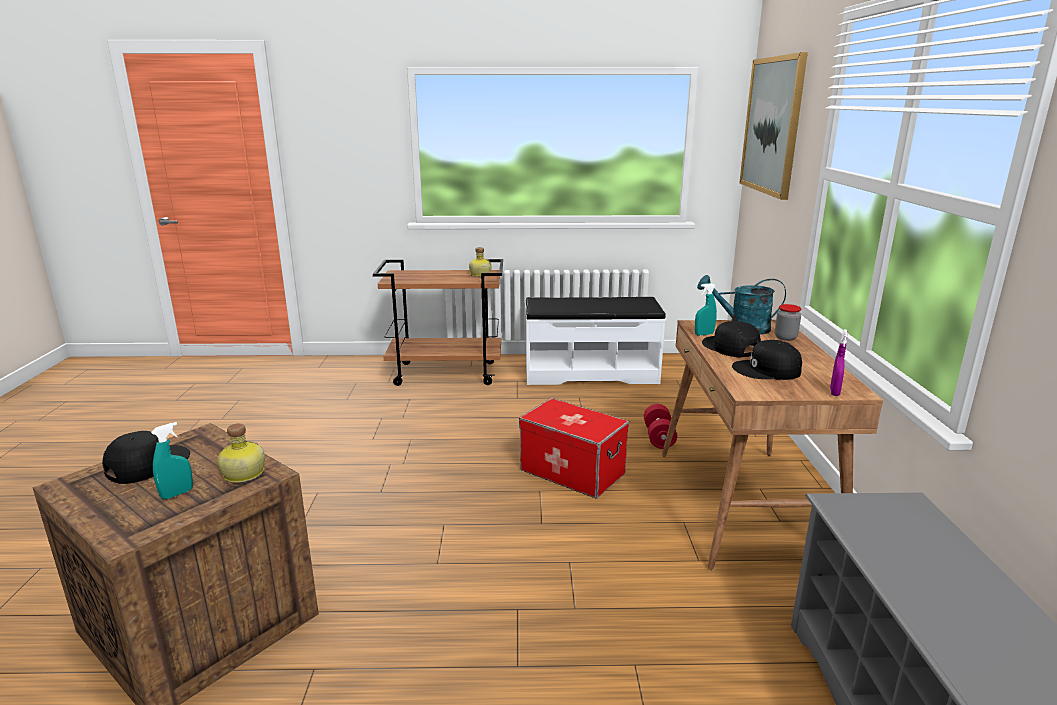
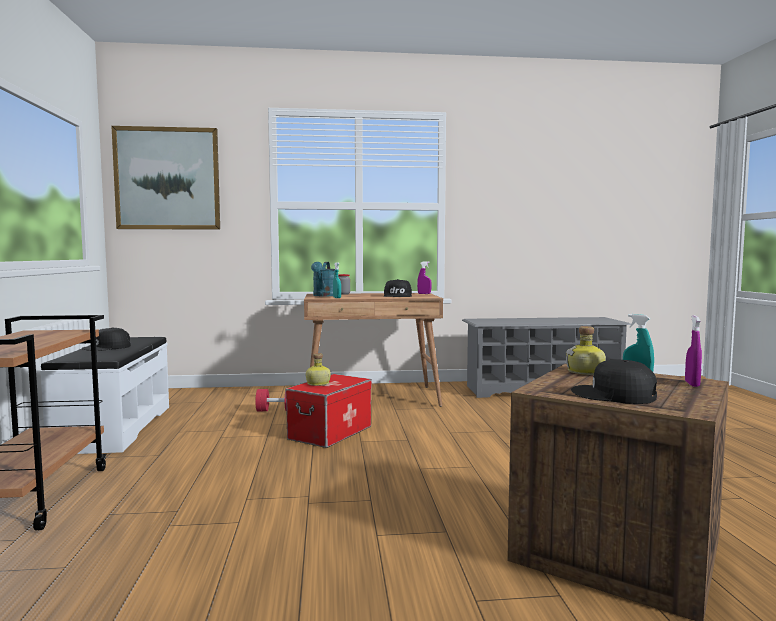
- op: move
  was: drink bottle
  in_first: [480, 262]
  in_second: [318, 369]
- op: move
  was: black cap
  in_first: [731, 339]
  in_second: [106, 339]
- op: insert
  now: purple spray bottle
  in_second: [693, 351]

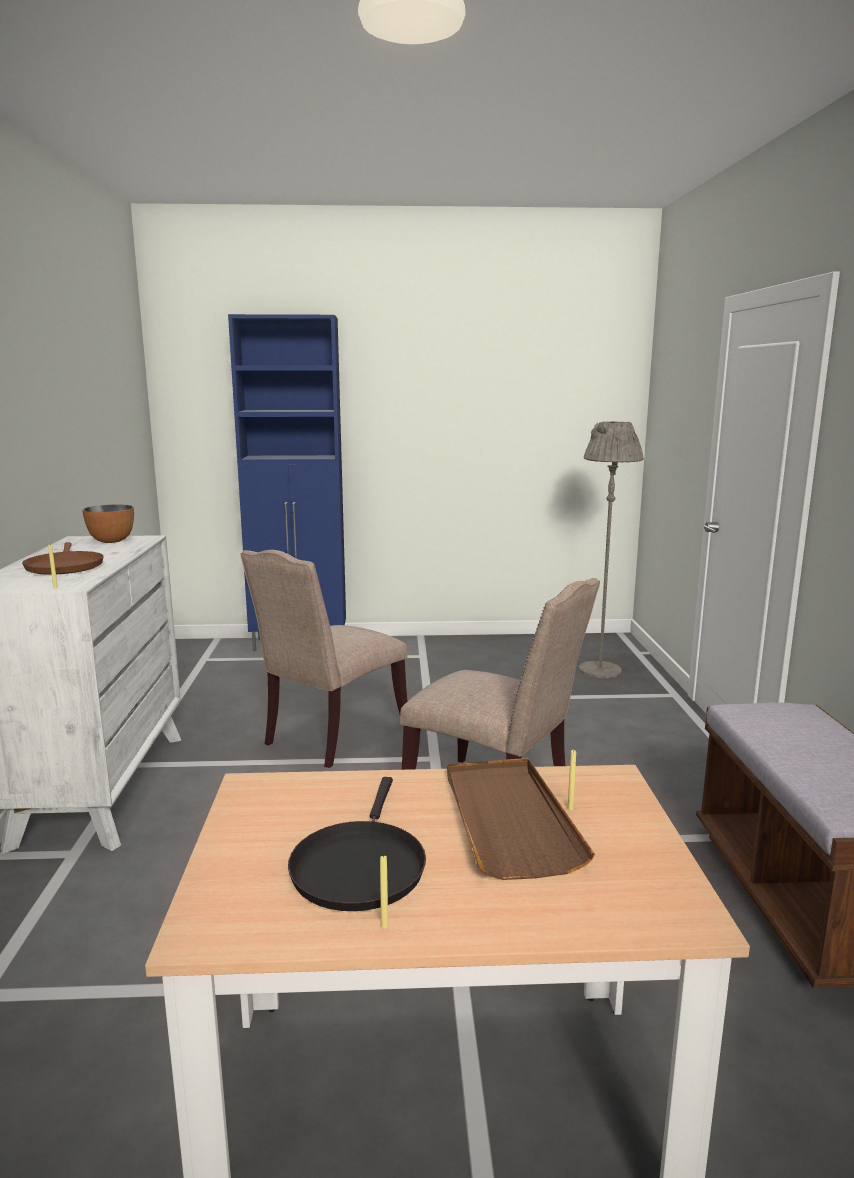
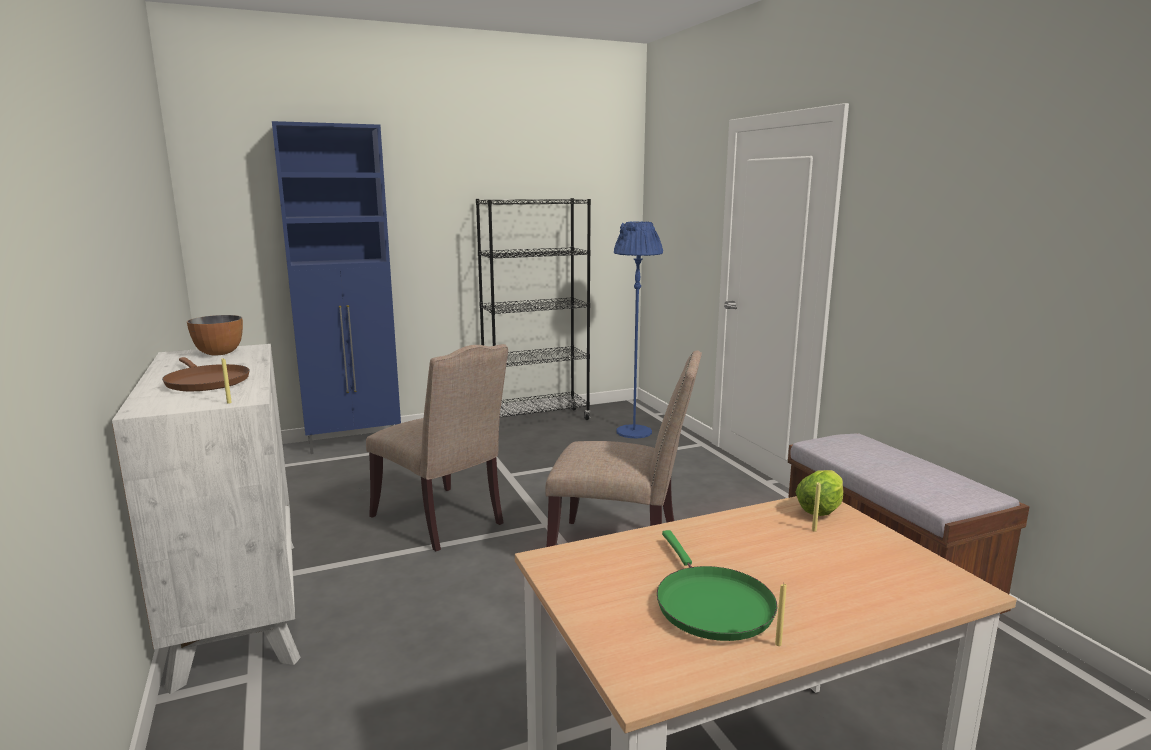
- op: recolor
  was: grey standard lamp
  now: bluish standard lamp
  in_first: [611, 549]
  in_second: [638, 329]
- op: rotate
  was: beige-coloured chair
  in_first: [324, 659]
  in_second: [437, 447]
  clockwise: -60
- op: delete
  was: brownish tray
  in_first: [521, 819]
- op: recolor
  was: black pan
  now: greenish pan
  in_first: [357, 844]
  in_second: [717, 585]
- op: insert
  now: black bookshelf
  in_second: [533, 309]
- op: insert
  now: lettuce head
  in_second: [819, 493]

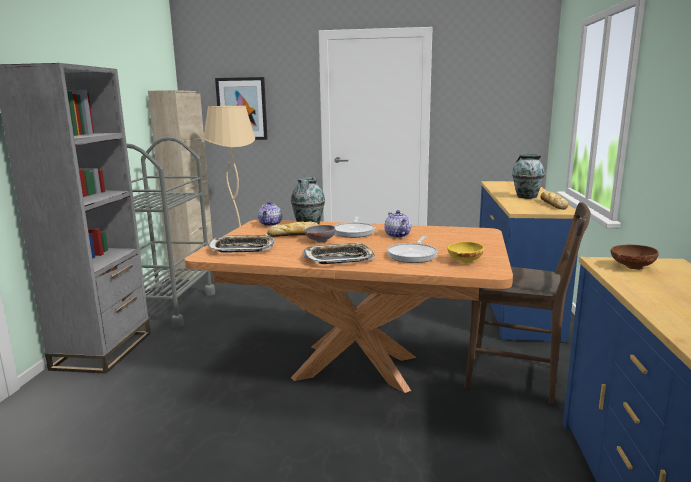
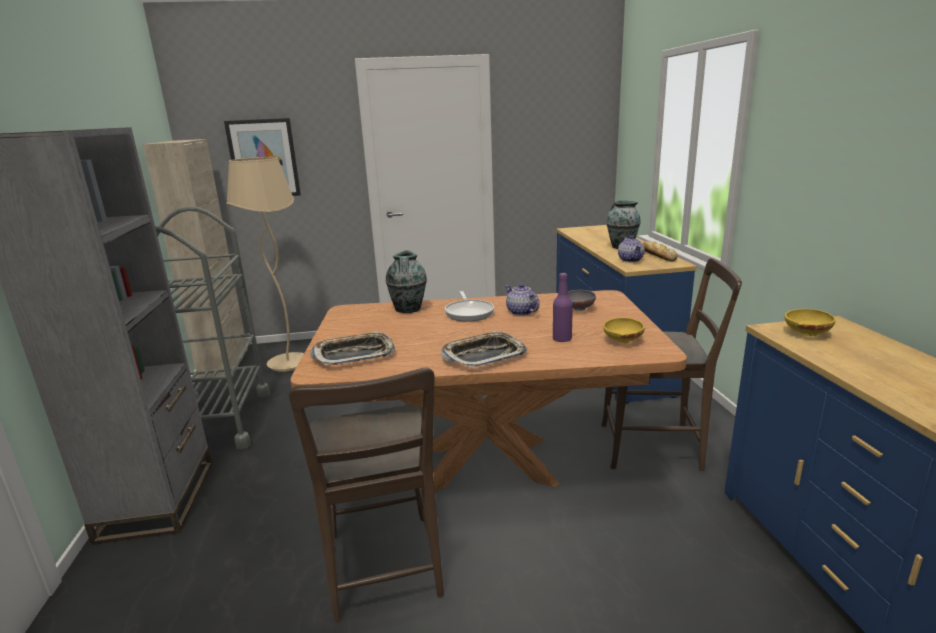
- op: move
  was: pot for tea
  in_first: [270, 213]
  in_second: [631, 249]
- op: delete
  was: bakery bread
  in_first: [293, 229]
- op: move
  was: grey deep dish
  in_first: [320, 234]
  in_second: [582, 300]
- op: replace
  was: pan
  now: purple drink bottle
  in_first: [412, 249]
  in_second: [563, 307]
- op: recolor
  was: brownish deep dish
  now: yellow-coloured deep dish
  in_first: [635, 257]
  in_second: [810, 322]
- op: insert
  now: brownish chair
  in_second: [366, 494]

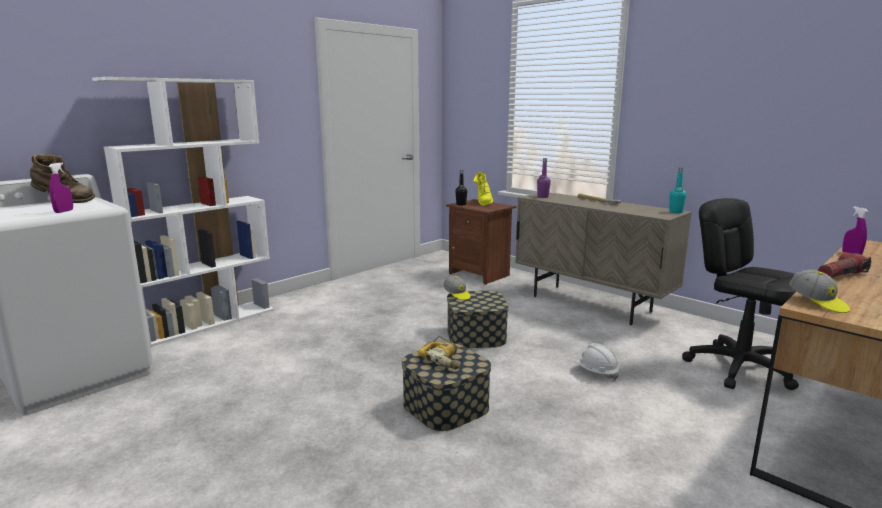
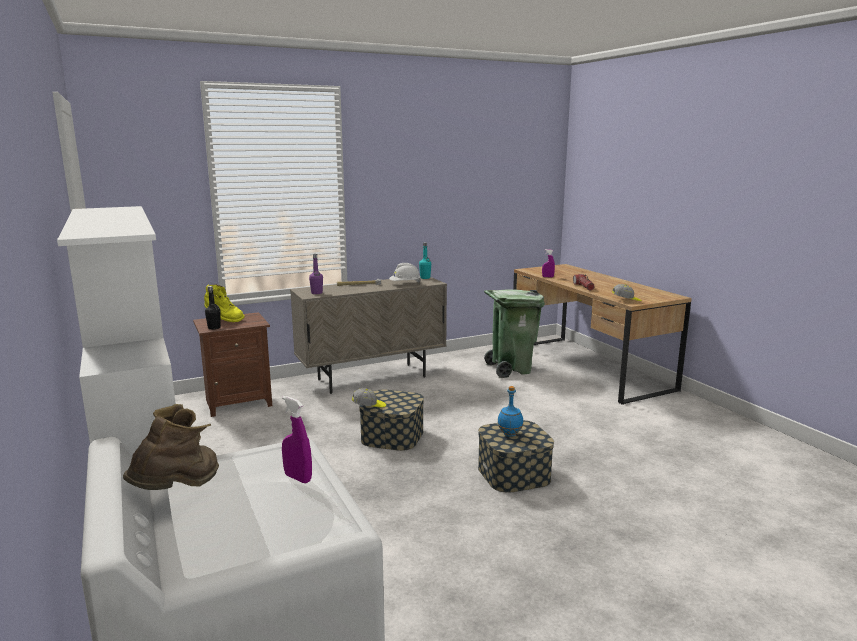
- op: replace
  was: black desk chair
  now: greenish rubbish bin
  in_first: [740, 294]
  in_second: [514, 333]
- op: replace
  was: drill
  now: bluish drink bottle
  in_first: [443, 352]
  in_second: [510, 411]
- op: move
  was: white work helmet
  in_first: [597, 361]
  in_second: [405, 273]

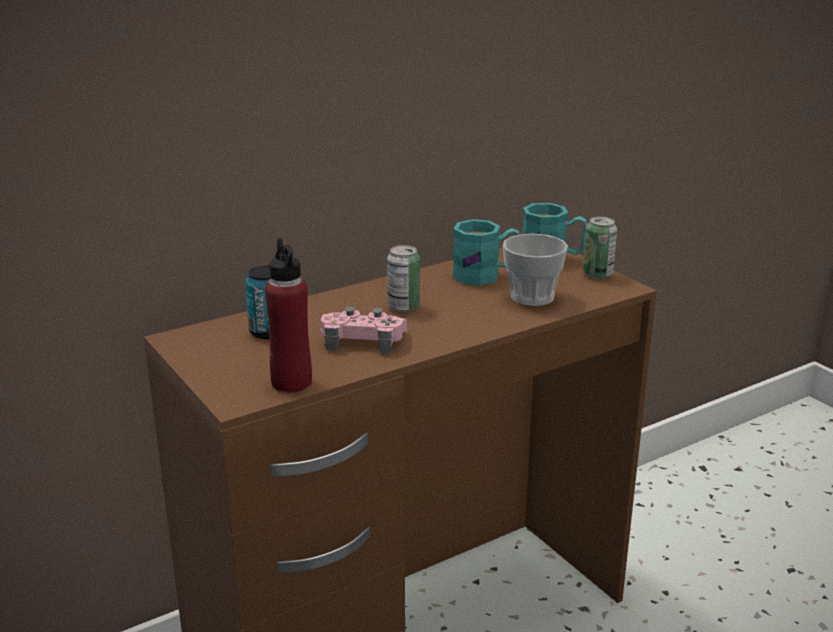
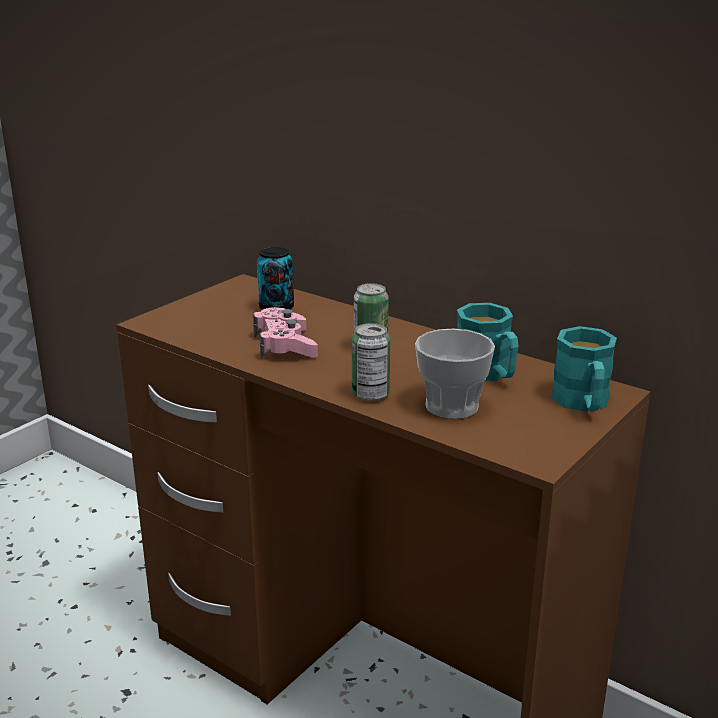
- op: move
  was: sealed can
  in_first: [600, 247]
  in_second: [371, 362]
- op: delete
  was: reddish drink bottle
  in_first: [288, 315]

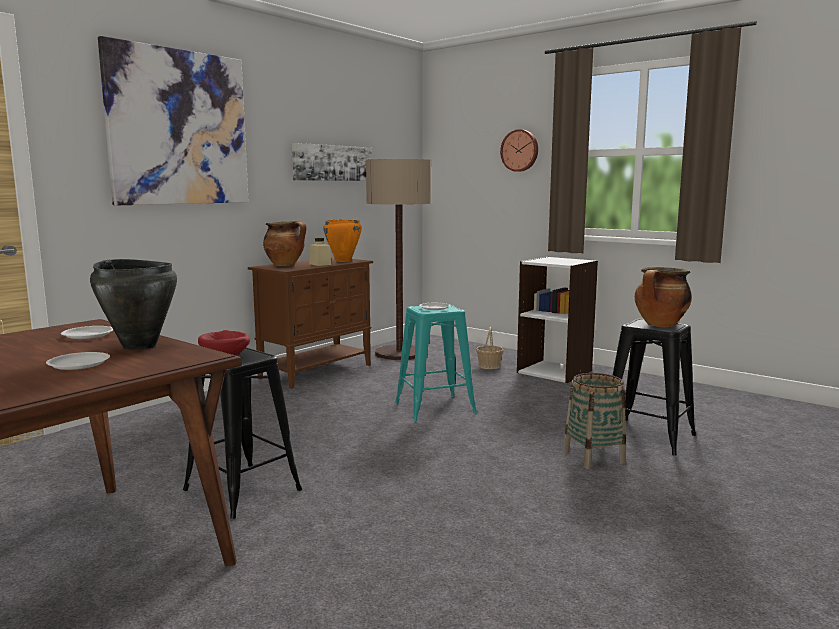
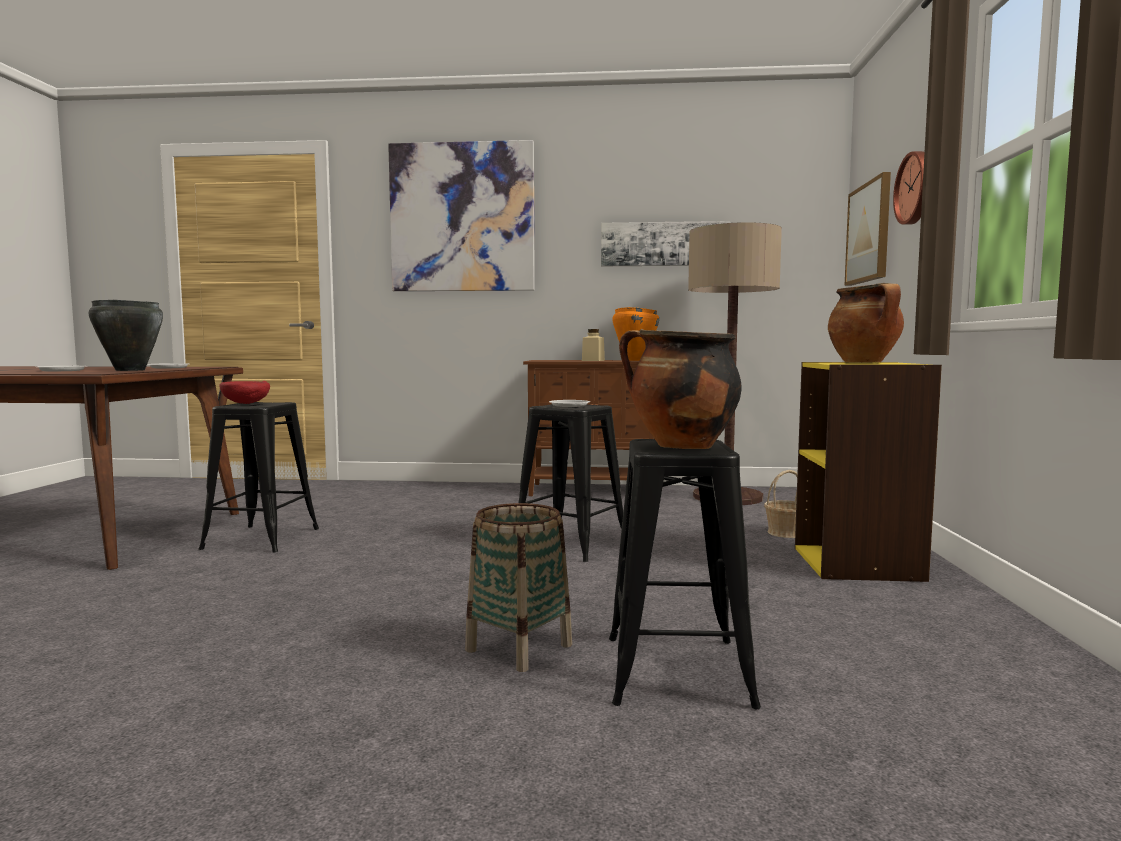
- op: move
  was: cooking pot
  in_first: [284, 243]
  in_second: [866, 323]
- op: recolor
  was: white bookshelf
  now: yellow-coloured bookshelf
  in_first: [557, 320]
  in_second: [868, 472]
- op: recolor
  was: blue-green stool seat
  now: black stool seat
  in_first: [436, 362]
  in_second: [571, 483]
- op: insert
  now: picture
  in_second: [867, 229]

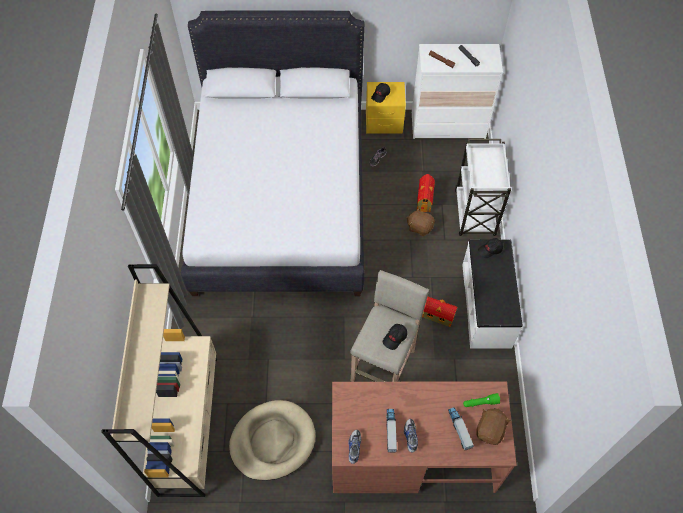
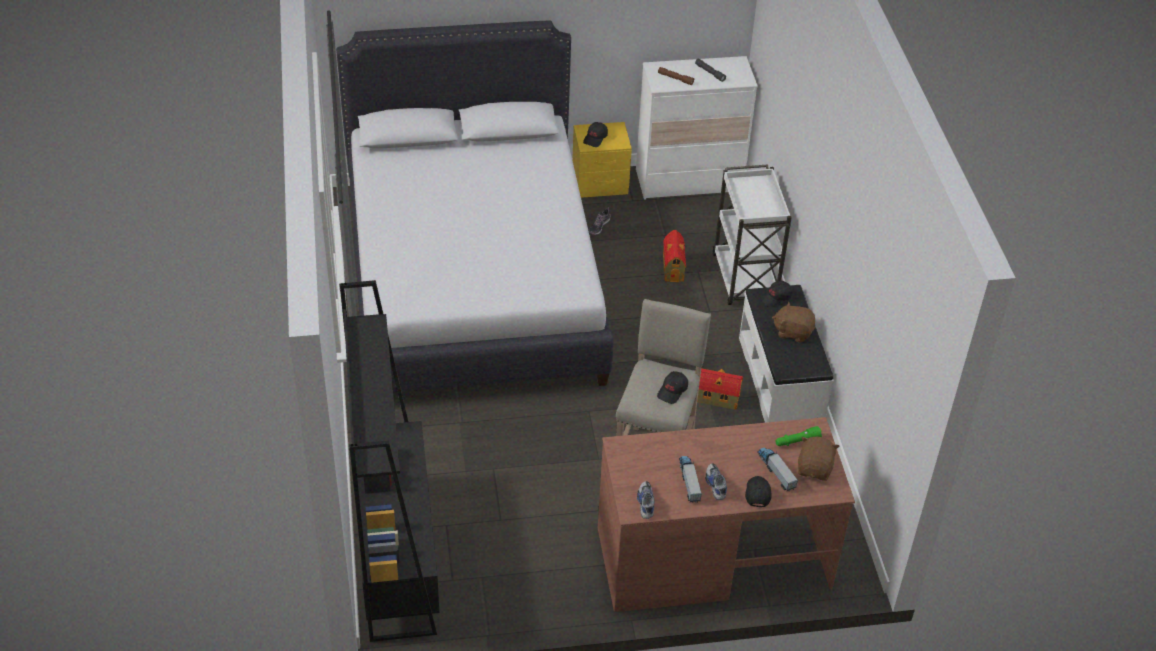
- op: move
  was: brownish plush toy
  in_first: [420, 222]
  in_second: [793, 322]
- op: recolor
  was: beige-coloured bookshelf
  now: black bookshelf
  in_first: [159, 380]
  in_second: [389, 461]
- op: delete
  was: beige-coloured pet bed
  in_first: [272, 440]
- op: insert
  now: black cap
  in_second: [758, 492]

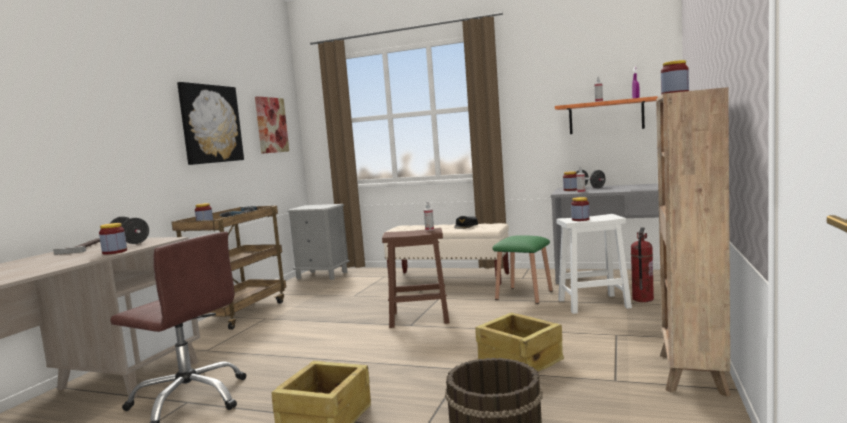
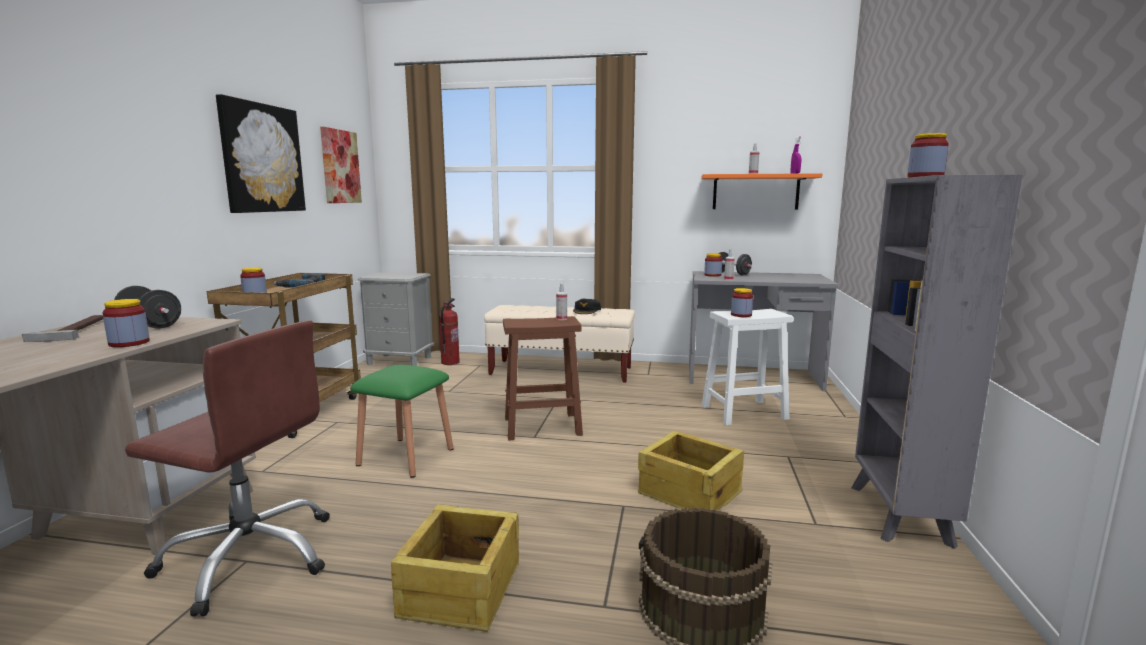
- op: recolor
  was: brownish bookshelf
  now: grey bookshelf
  in_first: [693, 242]
  in_second: [937, 362]
- op: move
  was: fire-fighting cylinder
  in_first: [642, 264]
  in_second: [449, 331]
- op: move
  was: greenish stool seat
  in_first: [522, 269]
  in_second: [401, 421]

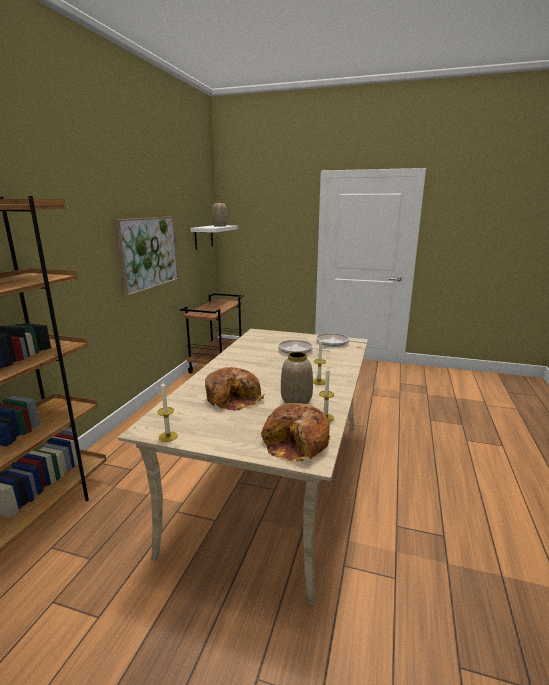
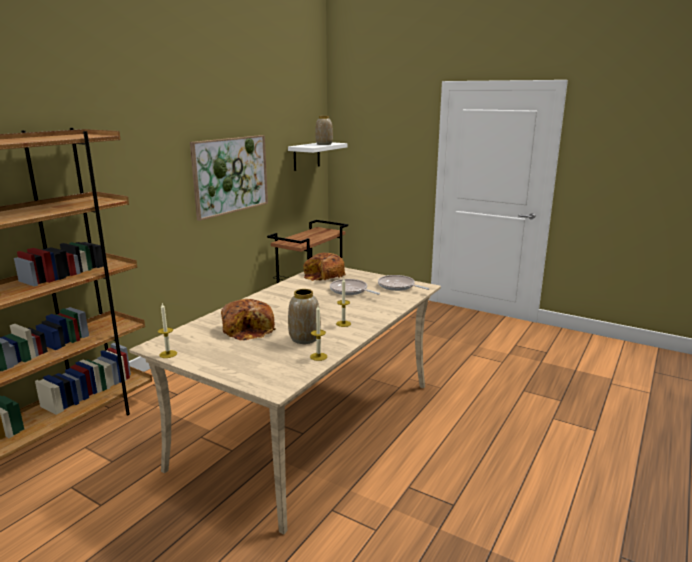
- op: move
  was: bakery bread
  in_first: [295, 432]
  in_second: [325, 267]

